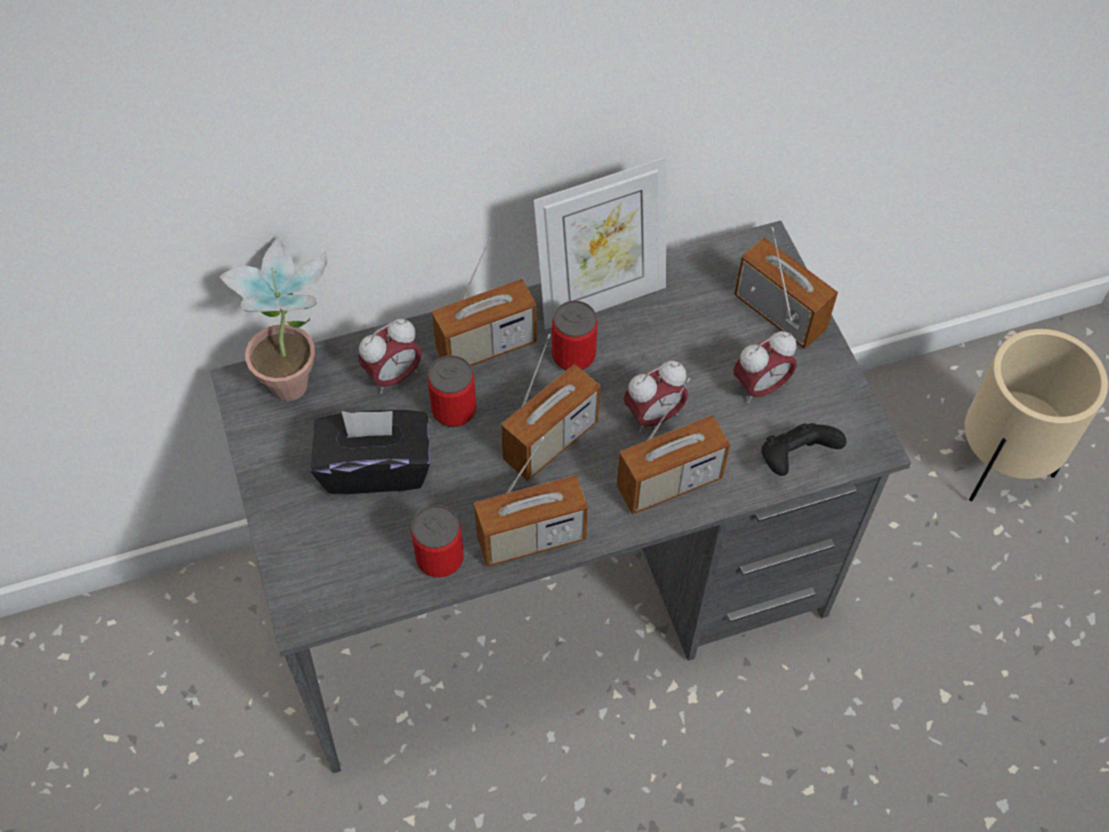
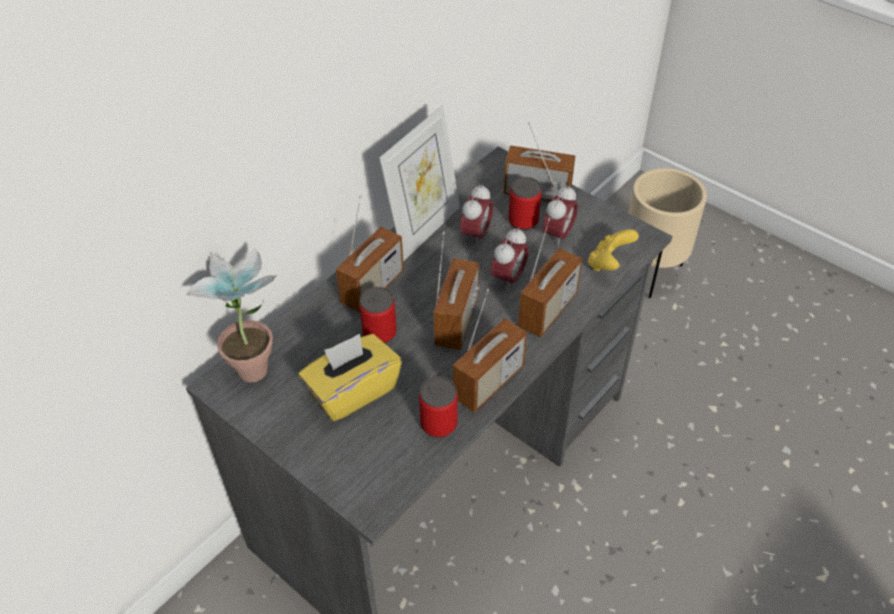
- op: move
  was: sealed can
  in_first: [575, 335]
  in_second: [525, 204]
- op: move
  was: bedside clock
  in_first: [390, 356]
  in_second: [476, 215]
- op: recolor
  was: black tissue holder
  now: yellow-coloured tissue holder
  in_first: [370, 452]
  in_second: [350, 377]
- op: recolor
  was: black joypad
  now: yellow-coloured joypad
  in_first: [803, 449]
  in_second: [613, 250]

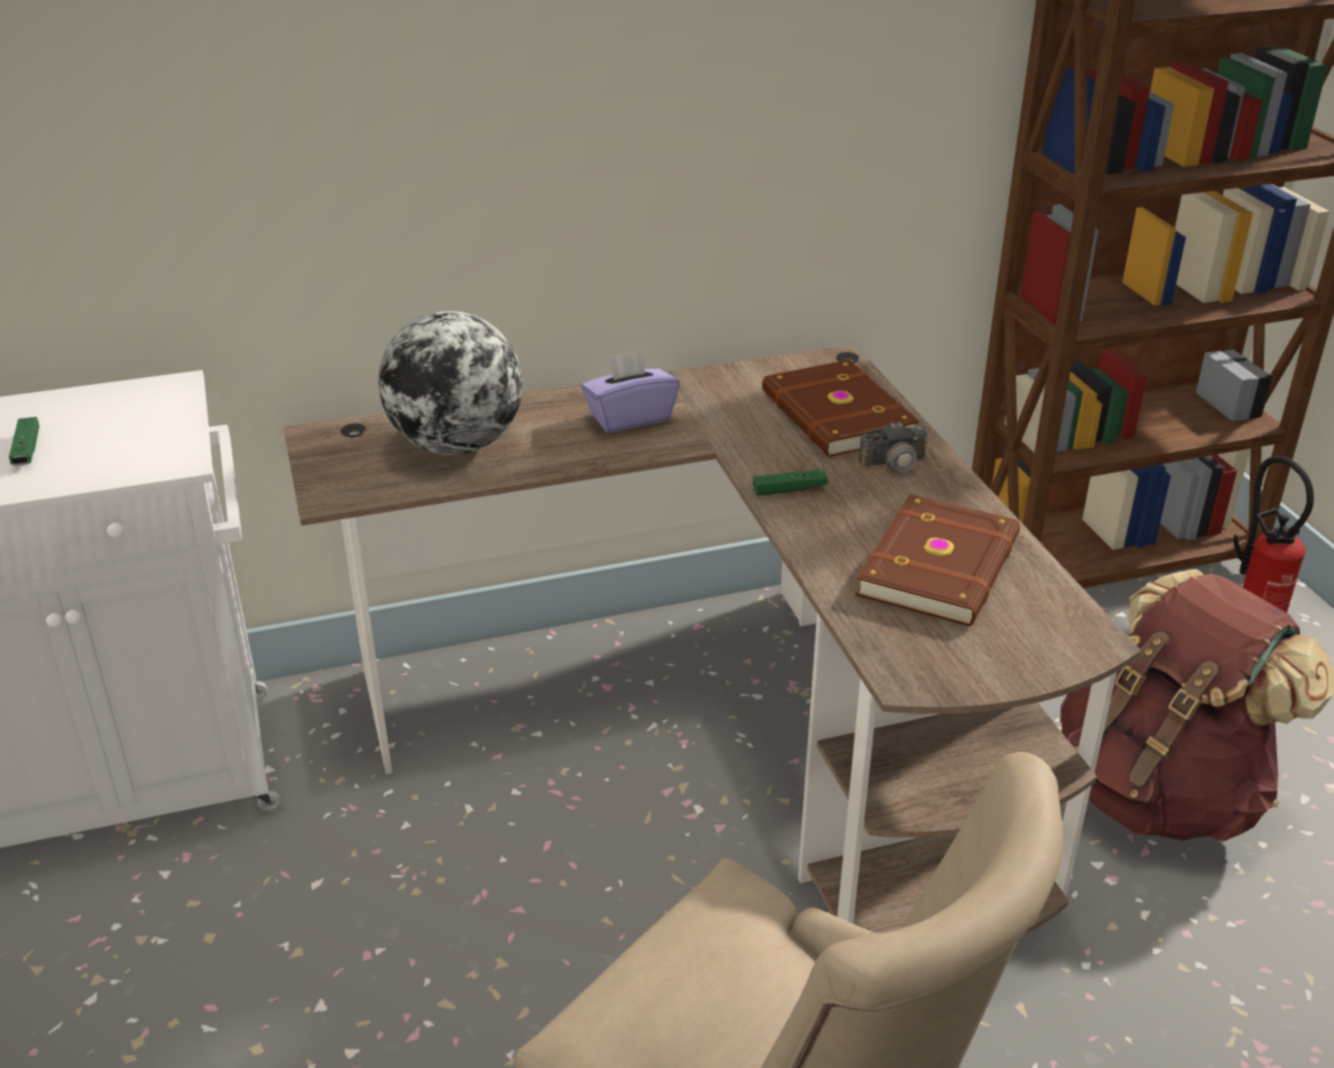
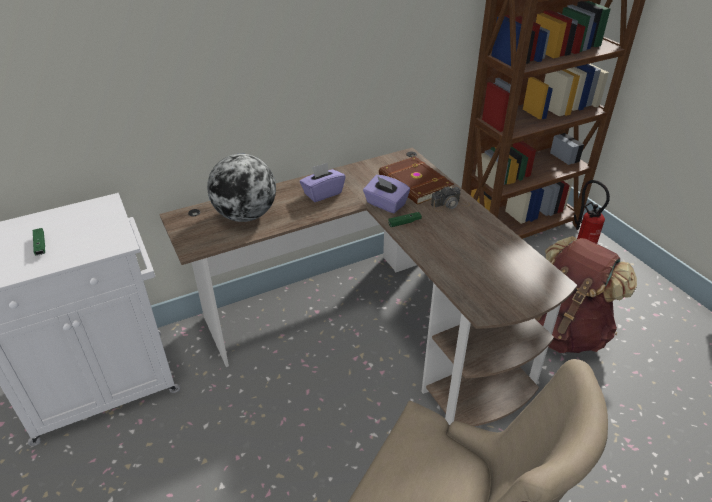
- op: delete
  was: brownish bound book
  in_first: [937, 560]
- op: insert
  now: purple tissue holder
  in_second: [386, 194]

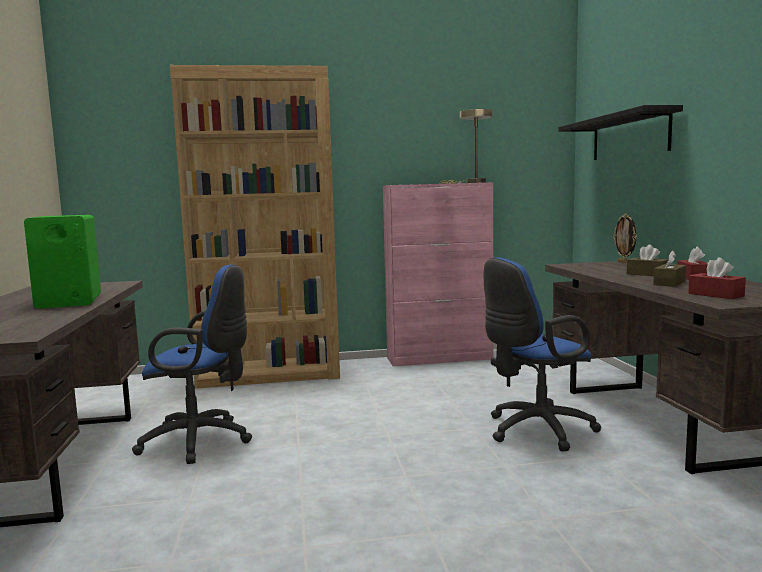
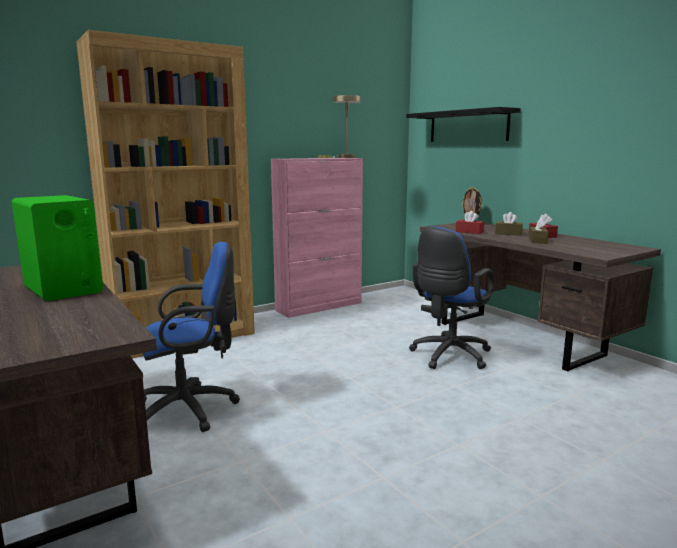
- op: move
  was: reddish tissue holder
  in_first: [717, 278]
  in_second: [470, 222]

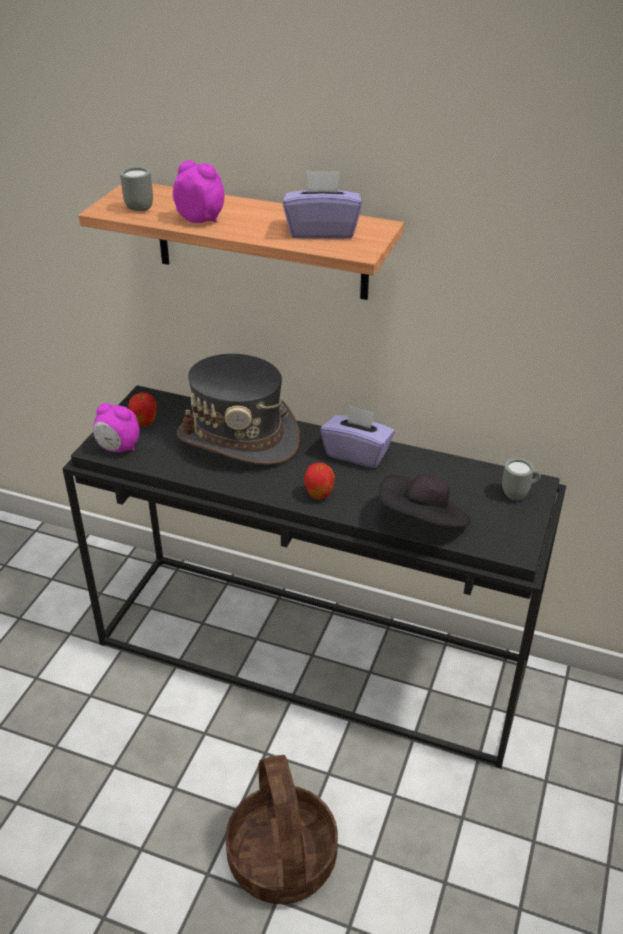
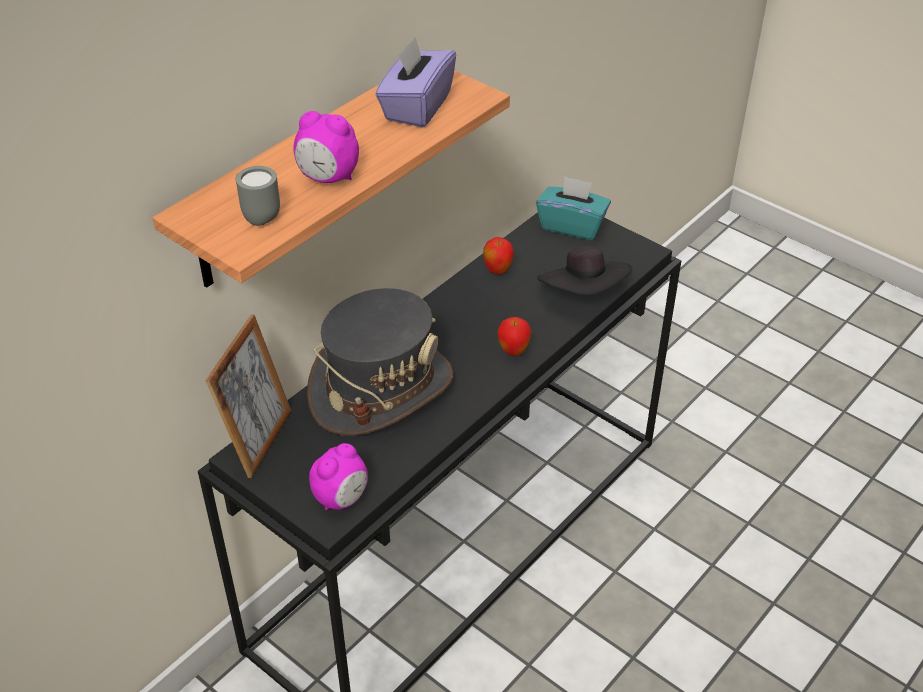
- op: rotate
  was: bedside clock
  in_first: [199, 191]
  in_second: [326, 147]
  clockwise: -120
- op: move
  was: apple
  in_first: [142, 409]
  in_second: [498, 255]
- op: delete
  was: purple tissue holder
  in_first: [357, 436]
- op: replace
  was: grey mug
  now: blue-green tissue holder
  in_first: [521, 479]
  in_second: [573, 208]
- op: delete
  was: storage basket
  in_first: [281, 829]
- op: insert
  now: standing frame
  in_second: [248, 396]

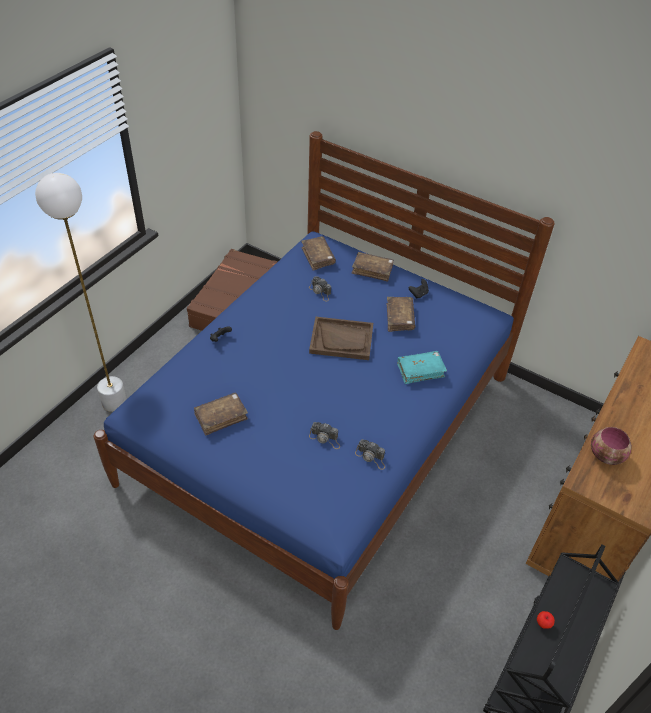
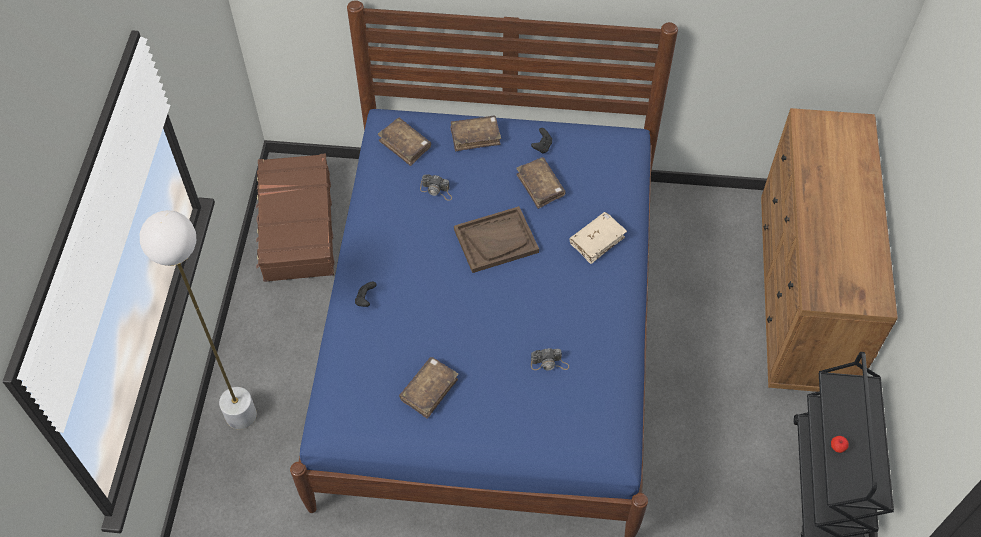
- op: recolor
  was: blue-green bound book
  now: beige-coloured bound book
  in_first: [422, 367]
  in_second: [598, 238]
- op: delete
  was: deep dish
  in_first: [611, 446]
- op: delete
  was: still camera
  in_first: [370, 454]

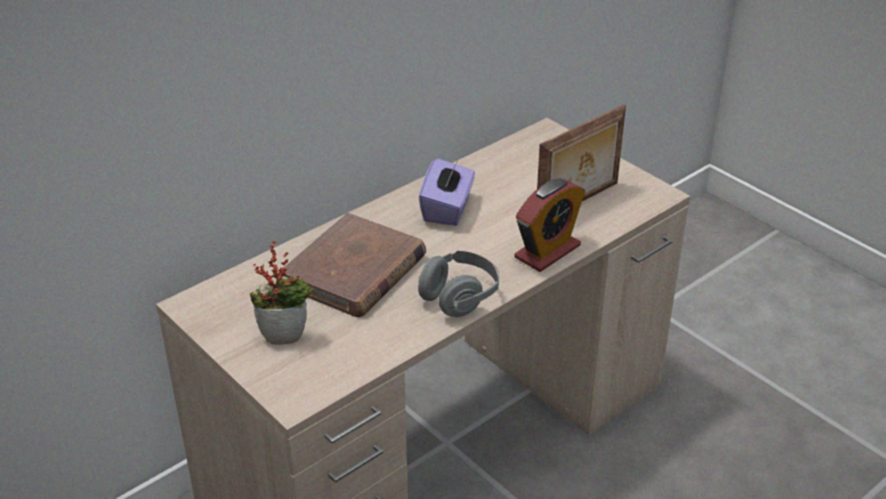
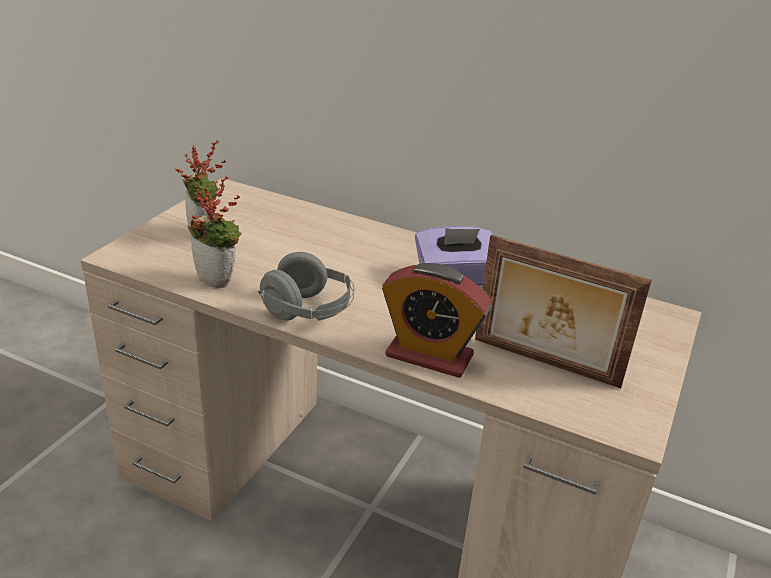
- op: delete
  was: brownish bound book
  in_first: [355, 265]
- op: insert
  now: houseplant
  in_second: [215, 232]

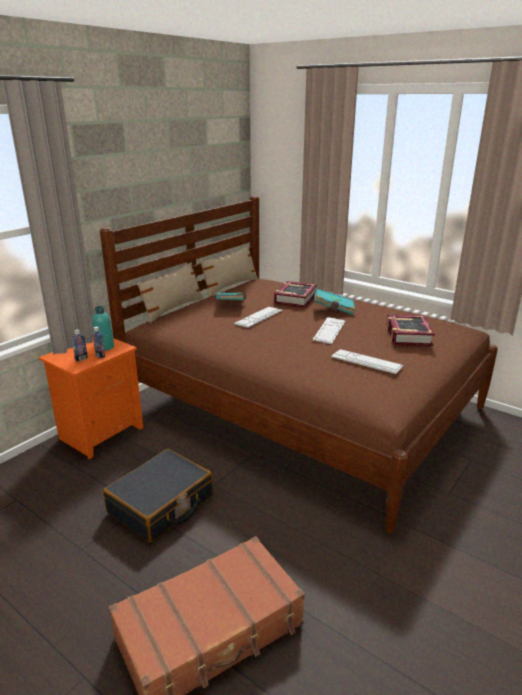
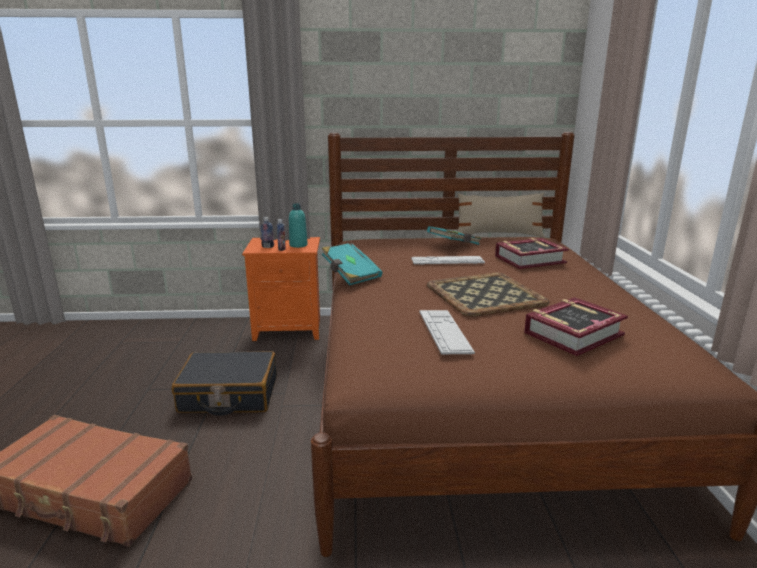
- op: delete
  was: beige-coloured cushion
  in_first: [170, 292]
- op: move
  was: blue-green bound book
  in_first: [335, 301]
  in_second: [352, 264]
- op: replace
  was: PC keyboard
  now: tray
  in_first: [329, 330]
  in_second: [488, 295]

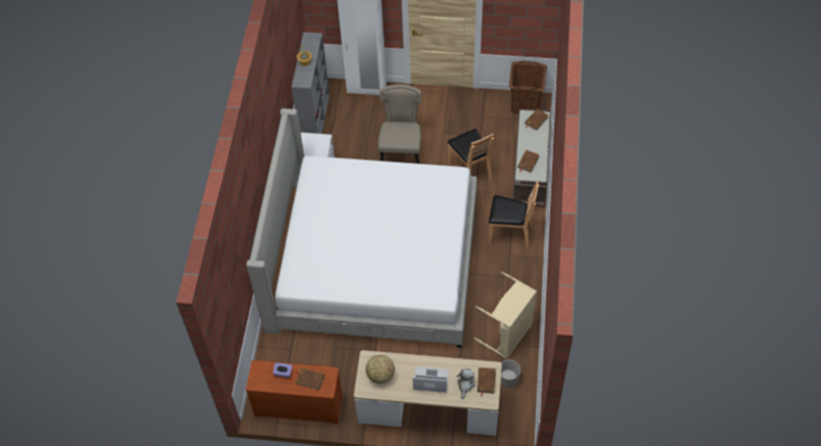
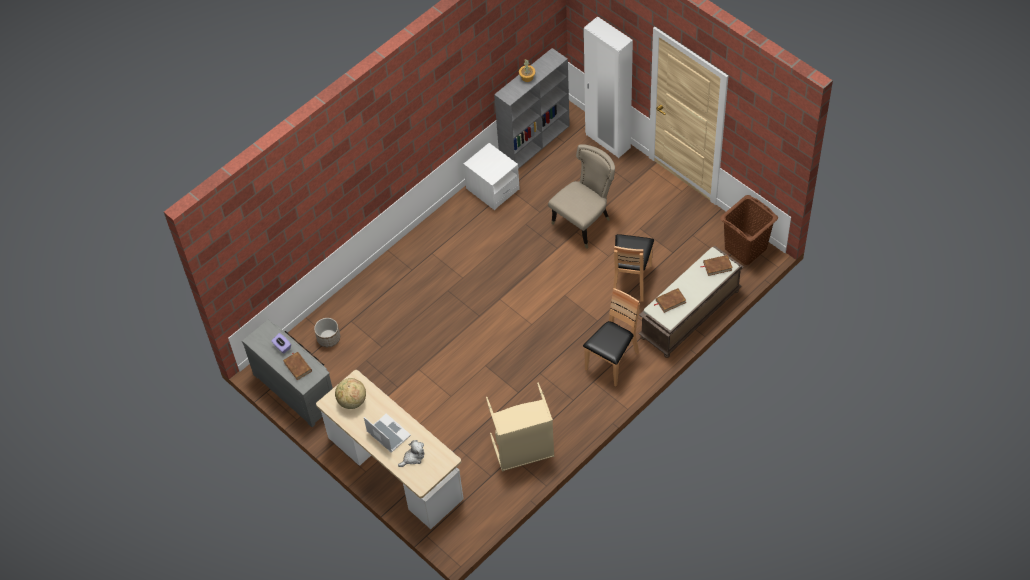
- op: delete
  was: bedroom bed
  in_first: [361, 228]
- op: rotate
  was: brownish chair
  in_first: [514, 214]
  in_second: [611, 337]
  clockwise: -105
- op: move
  was: planter
  in_first: [511, 373]
  in_second: [327, 332]
- op: recolor
  was: brownish dresser
  now: grey dresser
  in_first: [294, 392]
  in_second: [287, 373]
- op: delete
  was: brownish bound book
  in_first: [486, 382]

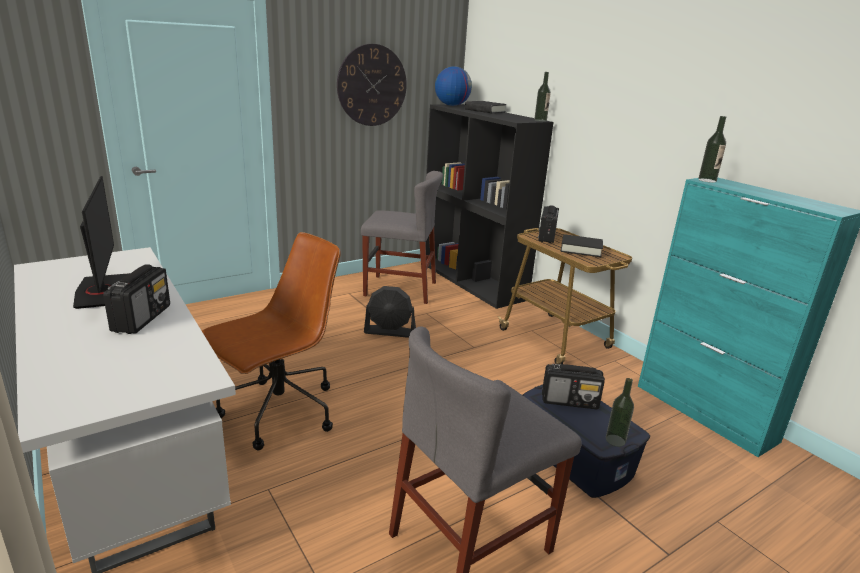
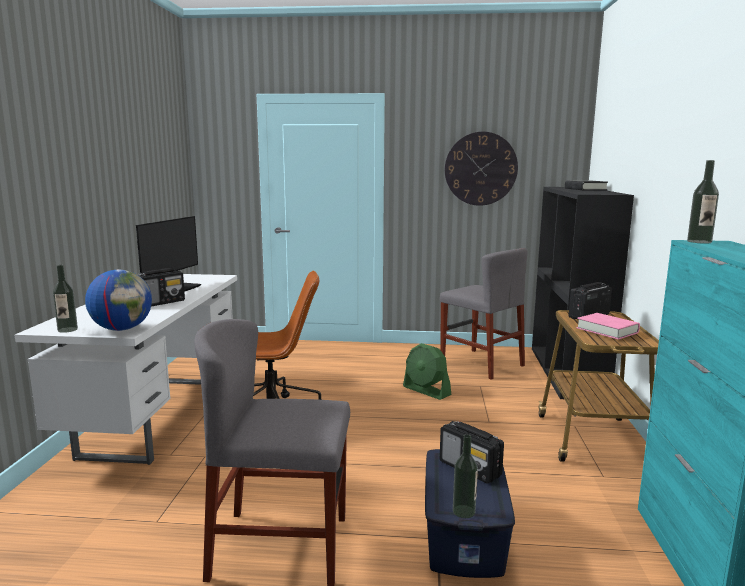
- op: move
  was: globe
  in_first: [453, 86]
  in_second: [118, 300]
- op: move
  was: drink bottle
  in_first: [542, 96]
  in_second: [65, 299]
- op: recolor
  was: black bound book
  now: pink-coloured bound book
  in_first: [581, 245]
  in_second: [608, 326]
- op: recolor
  was: black fan
  now: greenish fan
  in_first: [390, 312]
  in_second: [427, 371]

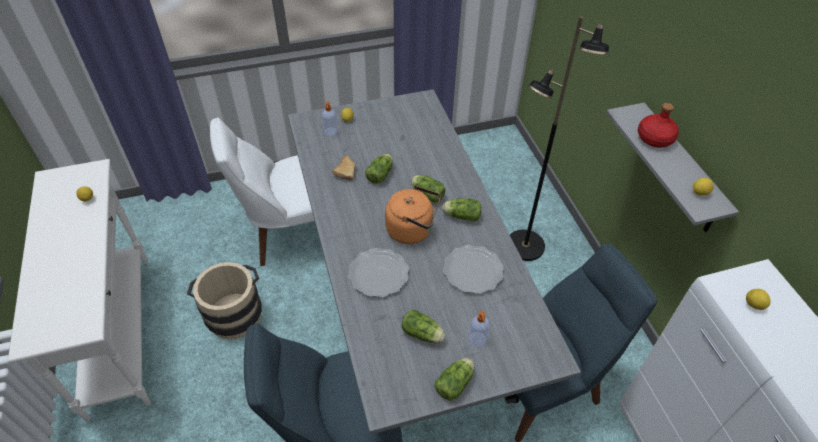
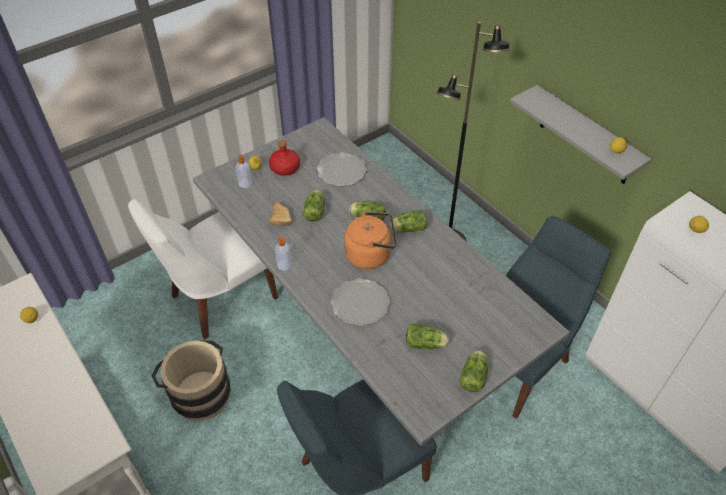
- op: move
  was: reddish drink bottle
  in_first: [658, 125]
  in_second: [284, 158]
- op: move
  was: dinner plate
  in_first: [473, 269]
  in_second: [341, 169]
- op: move
  was: soap bottle
  in_first: [479, 329]
  in_second: [283, 253]

